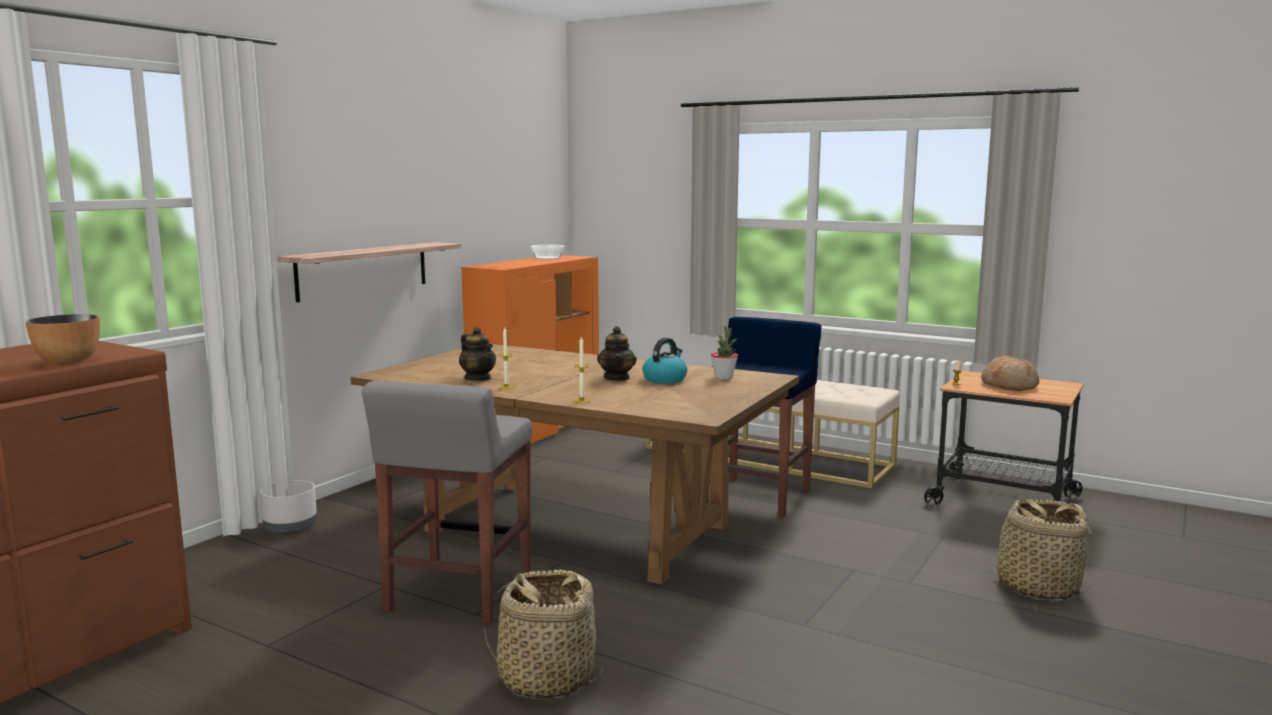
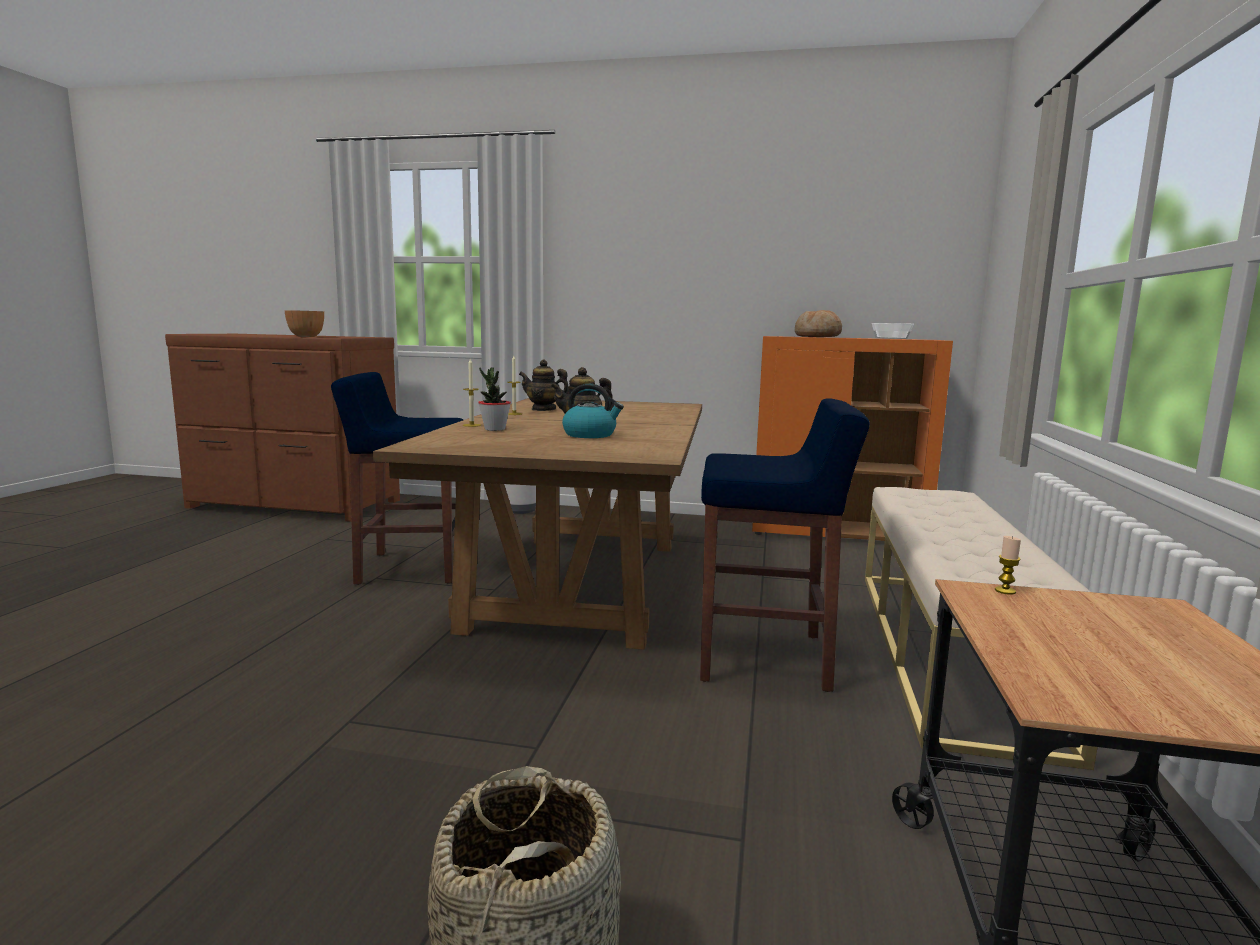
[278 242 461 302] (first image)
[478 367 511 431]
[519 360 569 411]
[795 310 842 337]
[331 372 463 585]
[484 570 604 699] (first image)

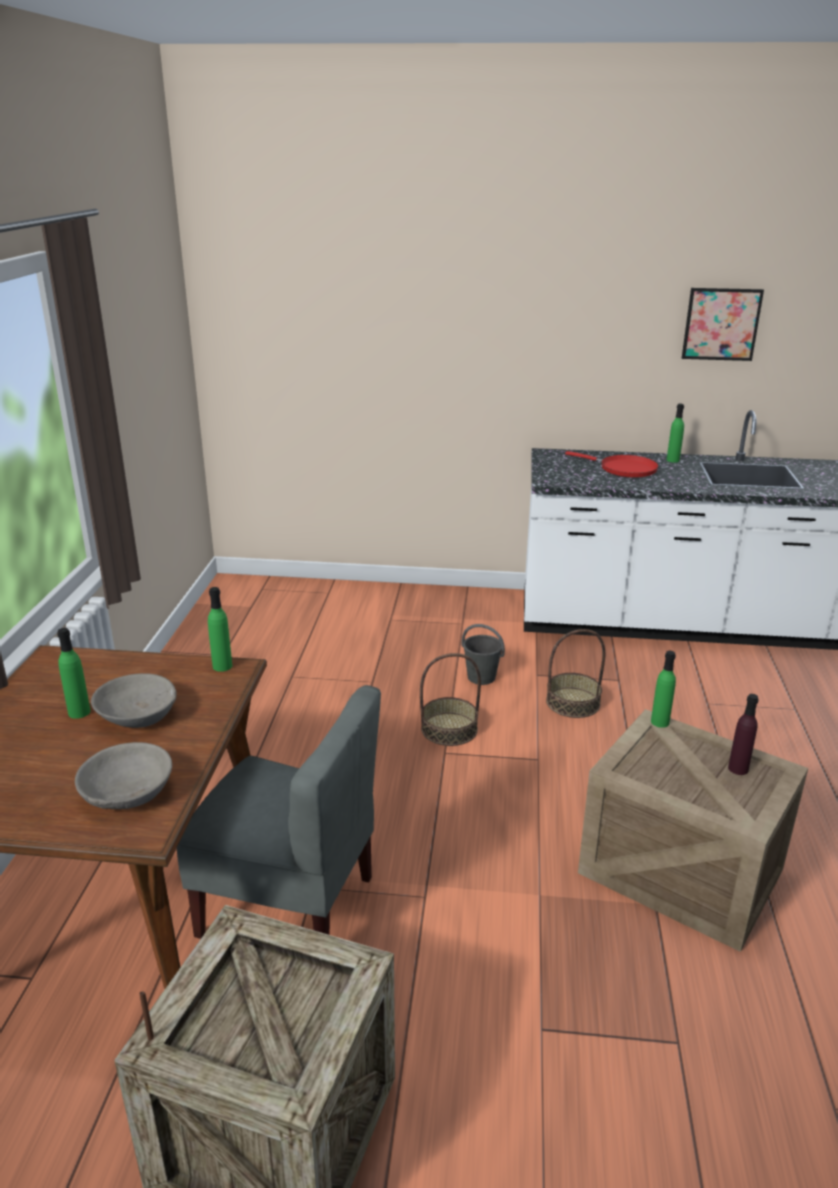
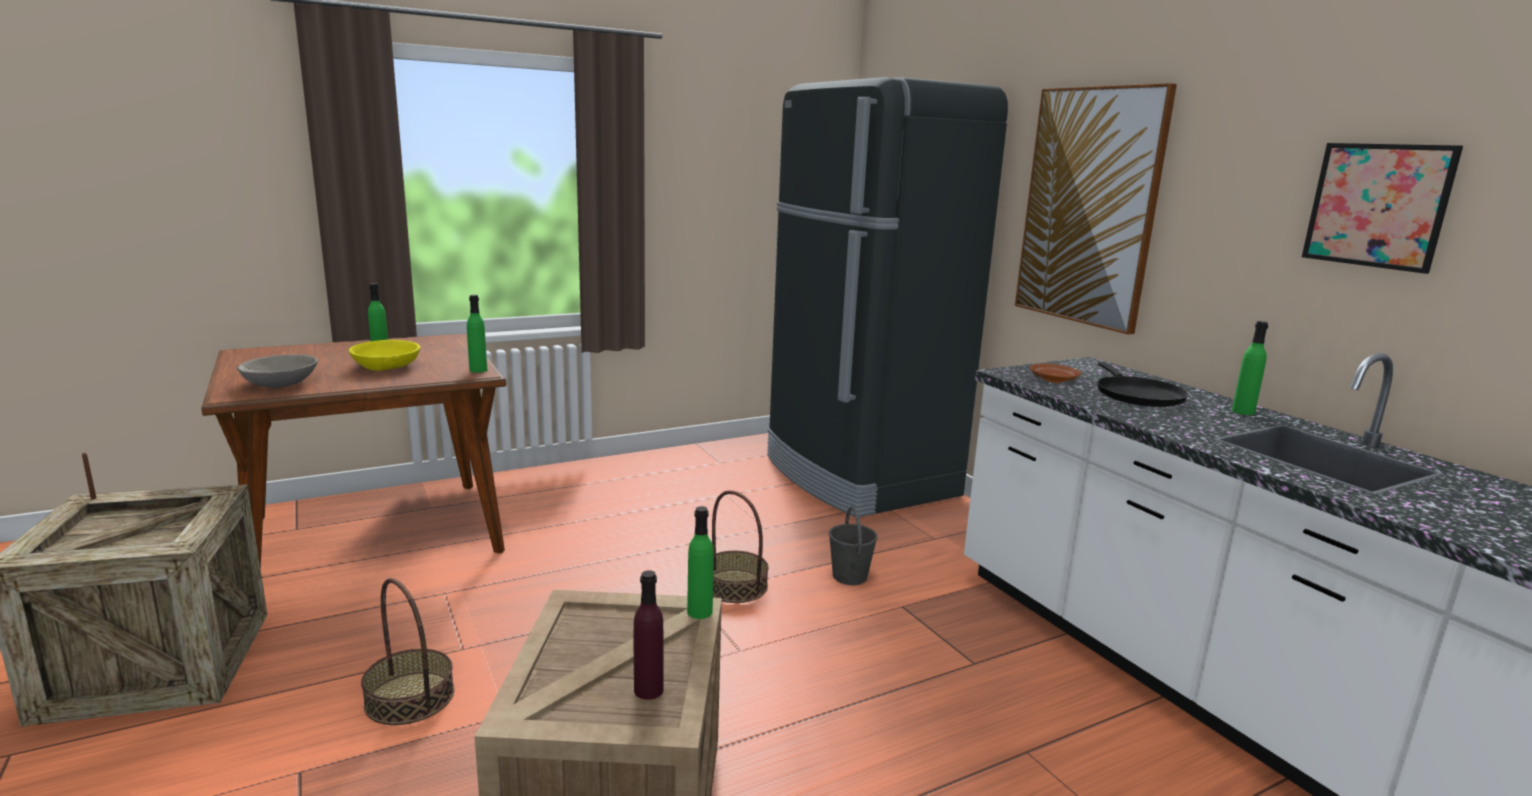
[1097 362 1189 407]
[361 578 454 725]
[349 340 420 371]
[177 685 381 939] (first image)
[767 77 1008 517]
[1015 83 1177 335]
[1029 364 1082 383]

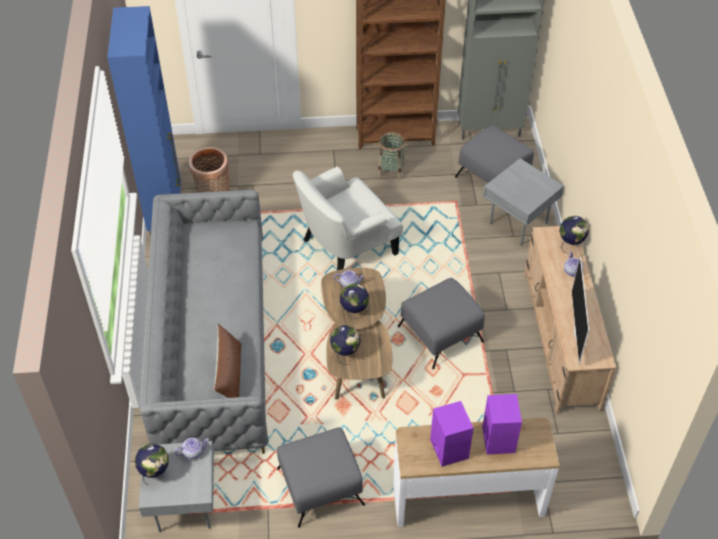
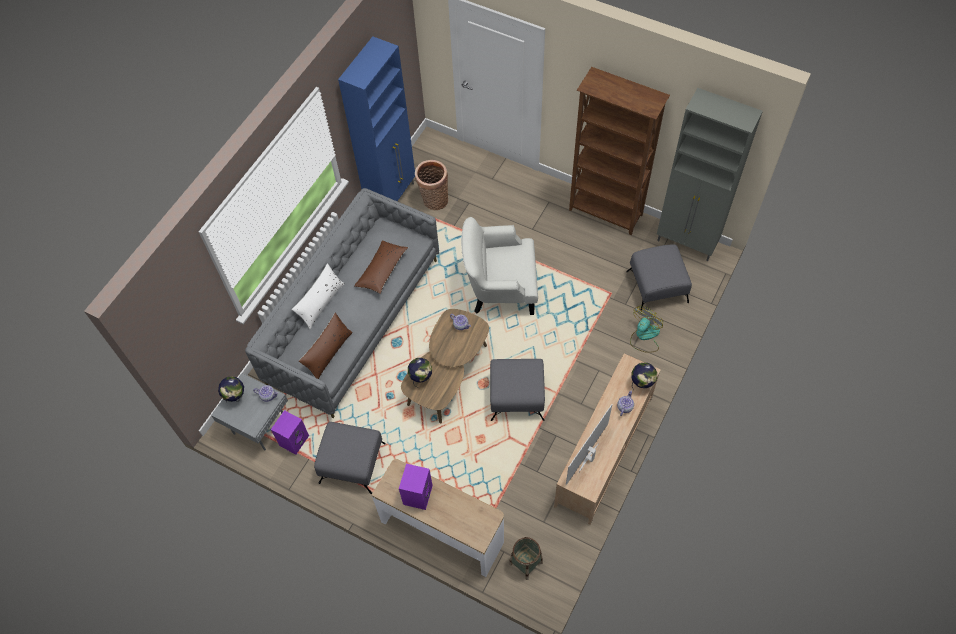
[509 537 543 580]
[630 306 663 353]
[340 284 369 318] (first image)
[271 410 309 455]
[354 241 408 294]
[292 263 344 329]

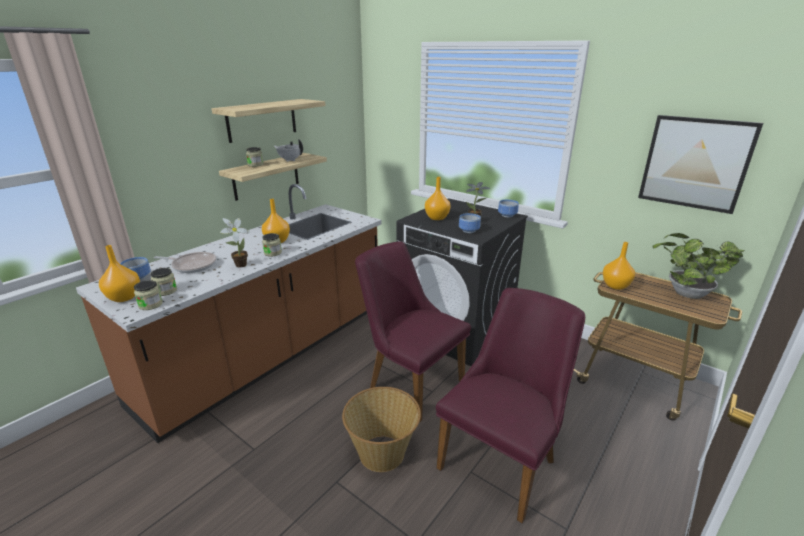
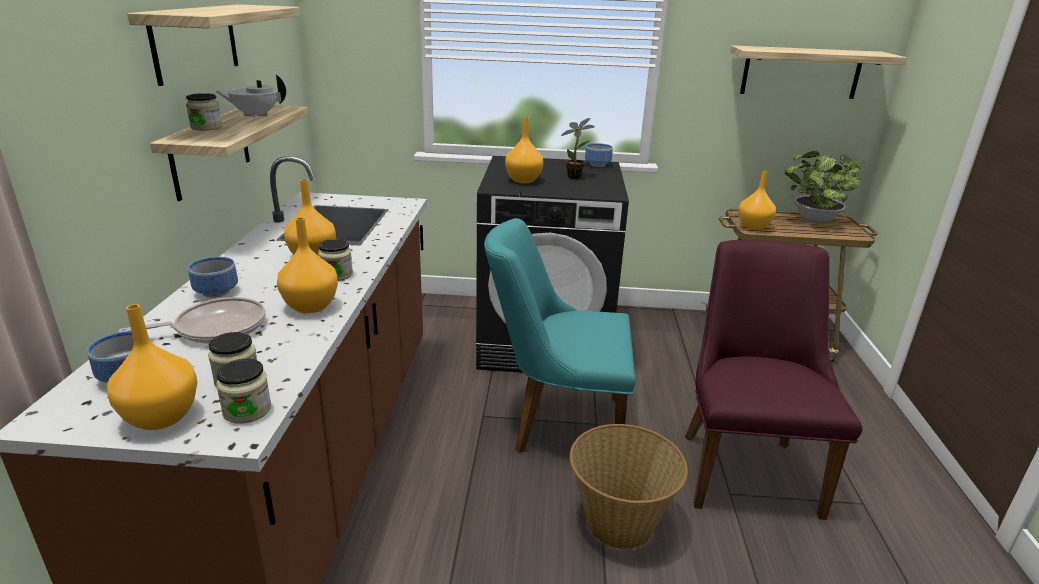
[730 45 907 99]
[188 257 238 298]
[277 217 338 313]
[484 218 636 453]

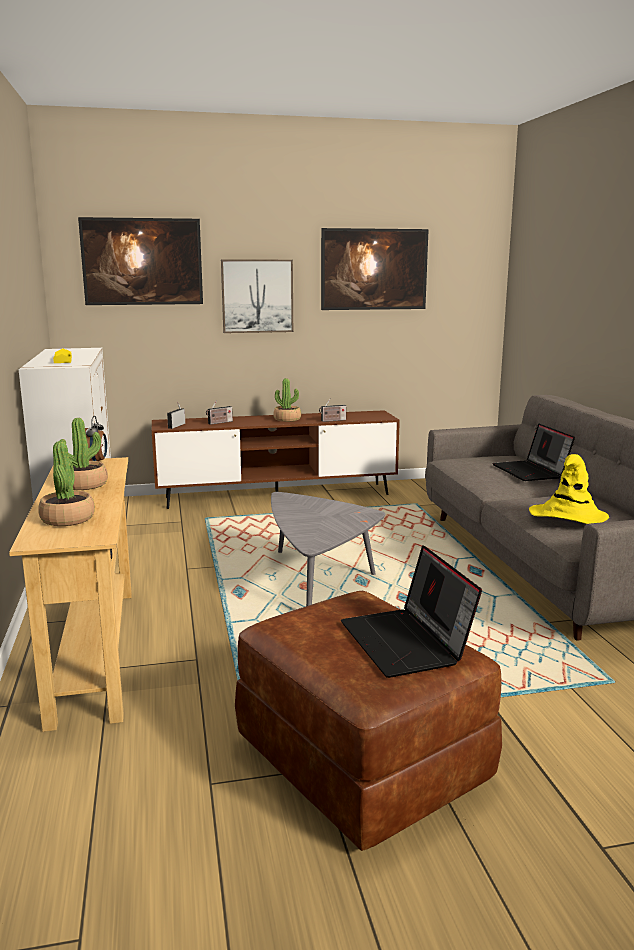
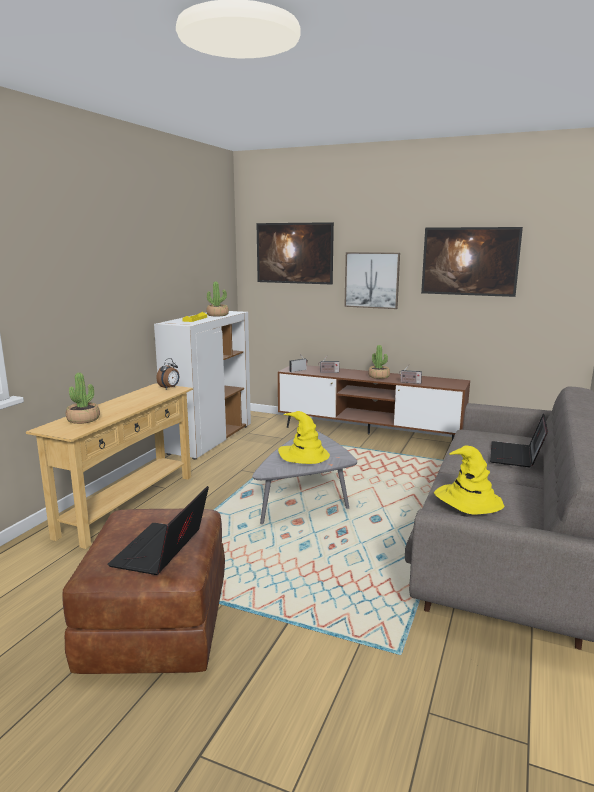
[206 282 229 316]
[278 411 330 464]

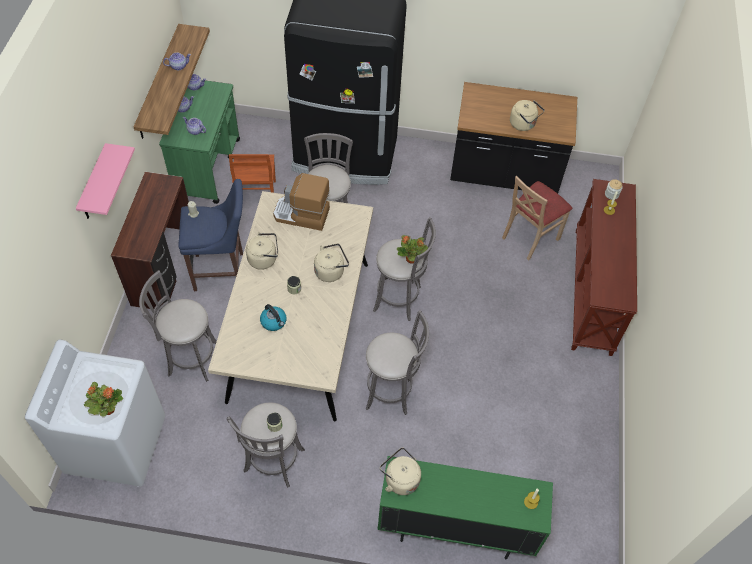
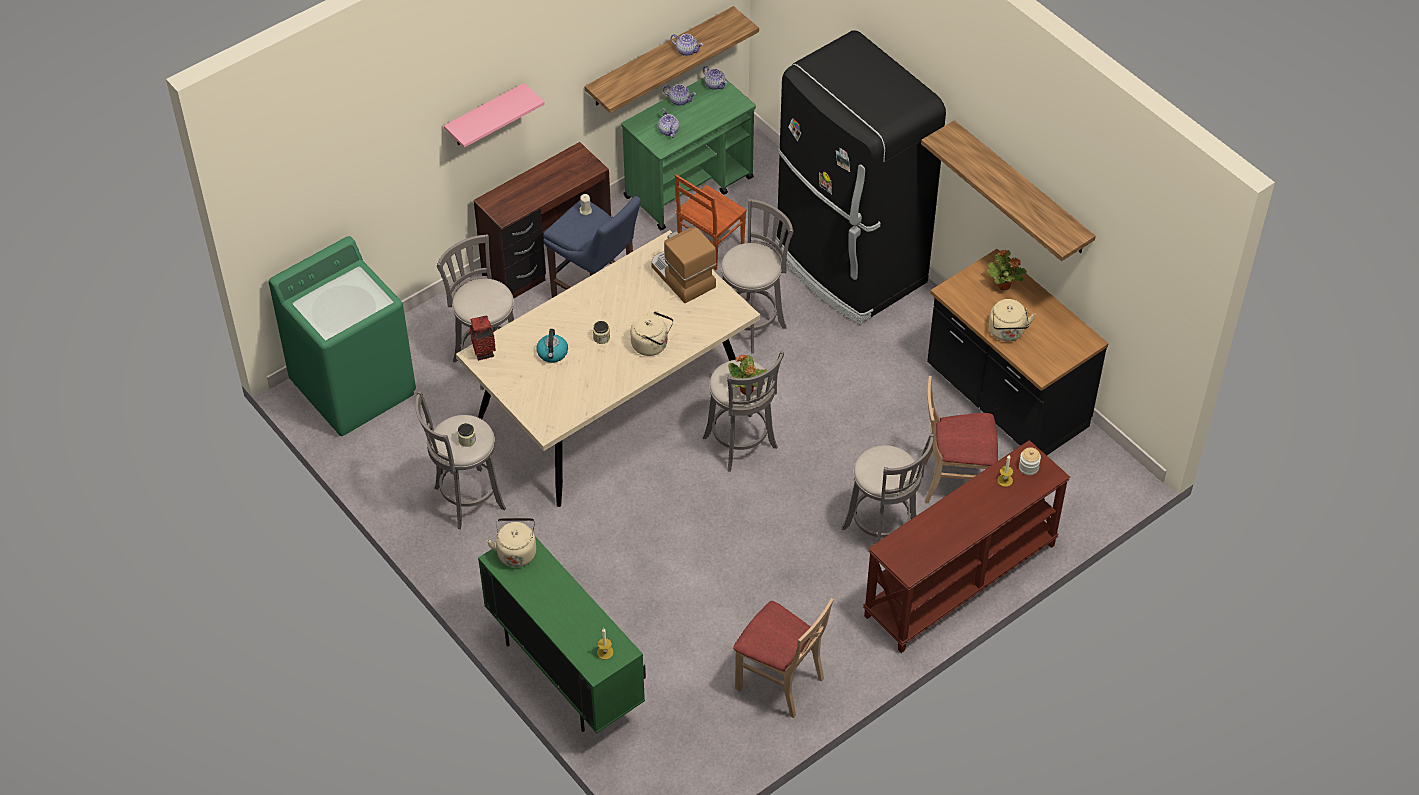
[246 232 278 270] (first image)
[842 434 934 542]
[269 236 416 436]
[987 250 1027 290]
[921 120 1096 261]
[470 315 496 360]
[733 598 834 718]

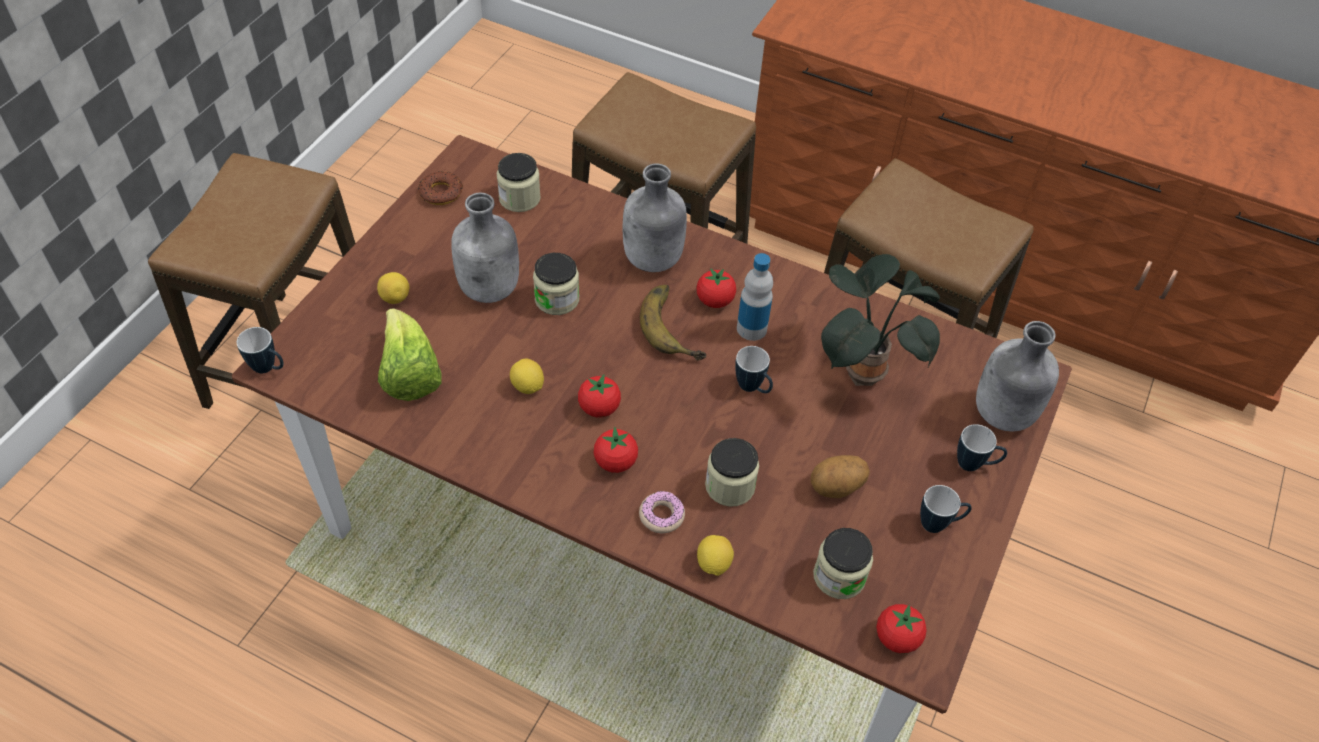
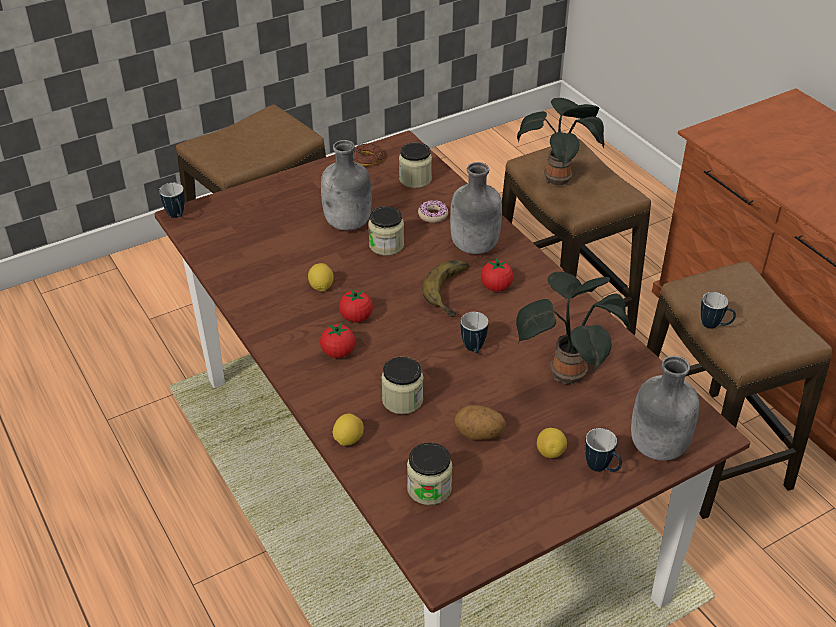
[737 253 773 341] (first image)
[537 428 567 458]
[378 308 442 401] (first image)
[701 292 736 329]
[418 200 448 223]
[876 604 927 653] (first image)
[517 98 604 186]

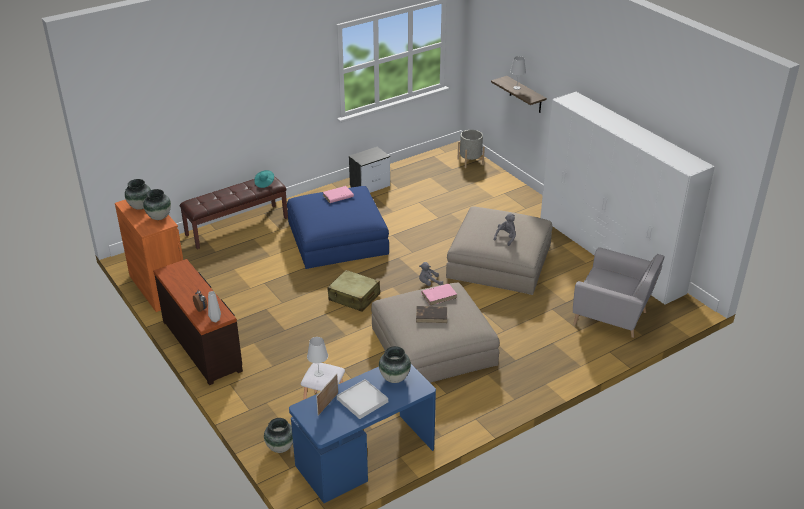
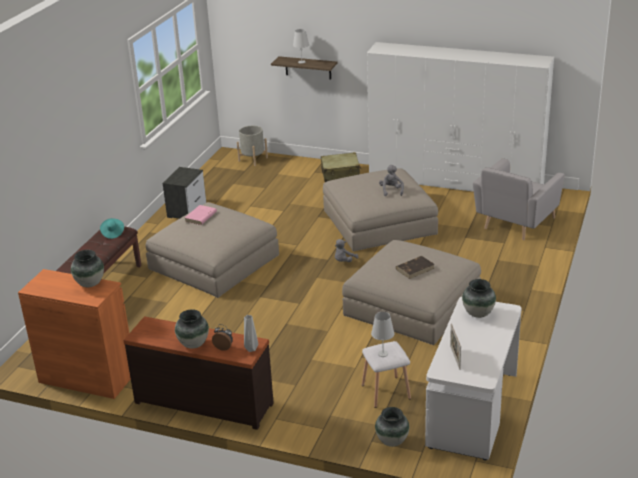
[175 309 209 349]
[146 202 279 298]
[473 158 565 240]
[321 152 361 182]
[421 284 457 305] (first image)
[425 297 522 461]
[337 379 388 419] (first image)

